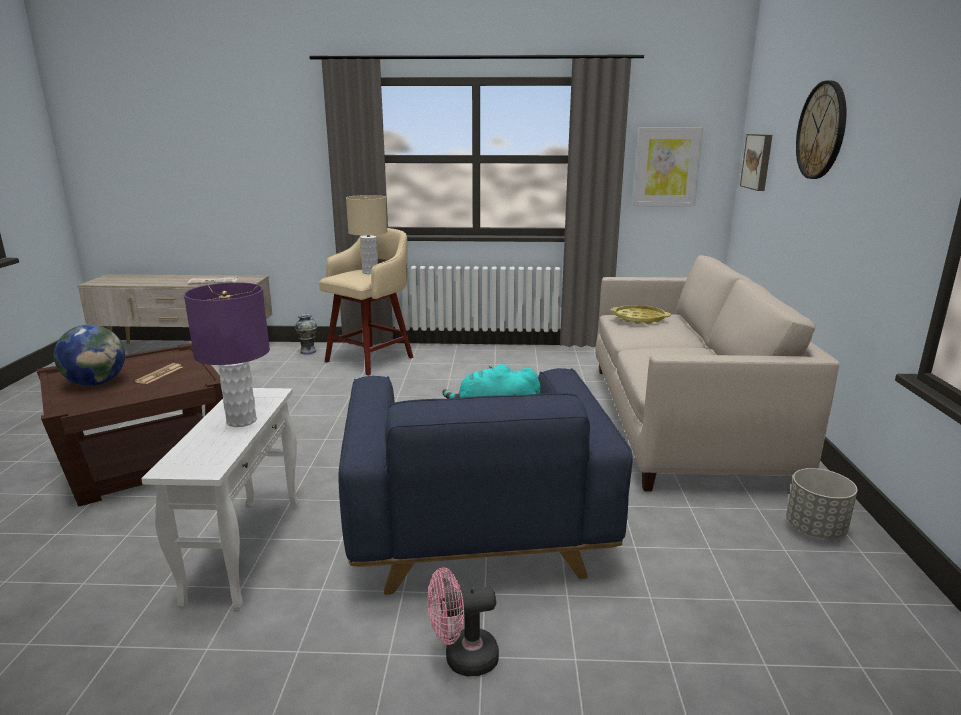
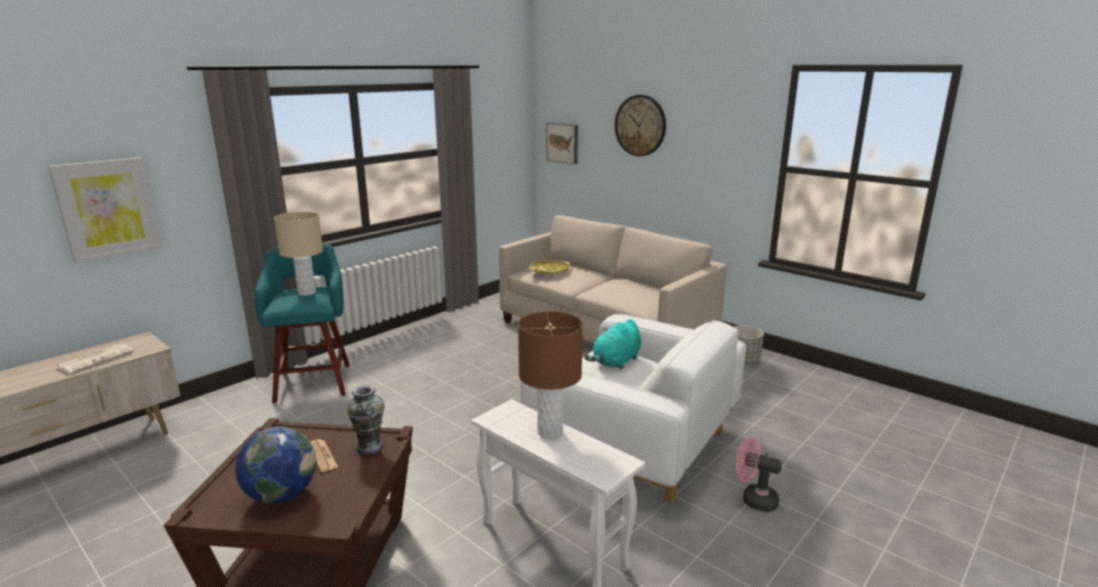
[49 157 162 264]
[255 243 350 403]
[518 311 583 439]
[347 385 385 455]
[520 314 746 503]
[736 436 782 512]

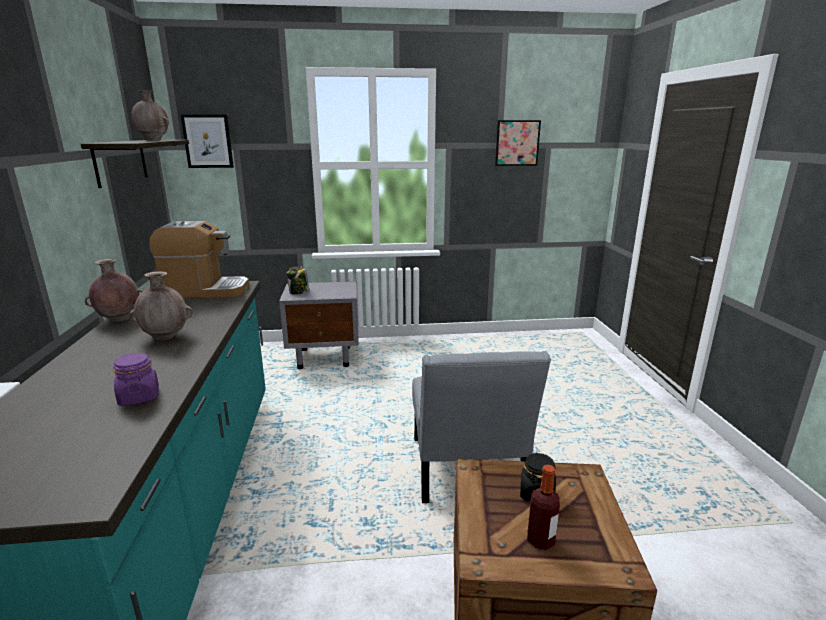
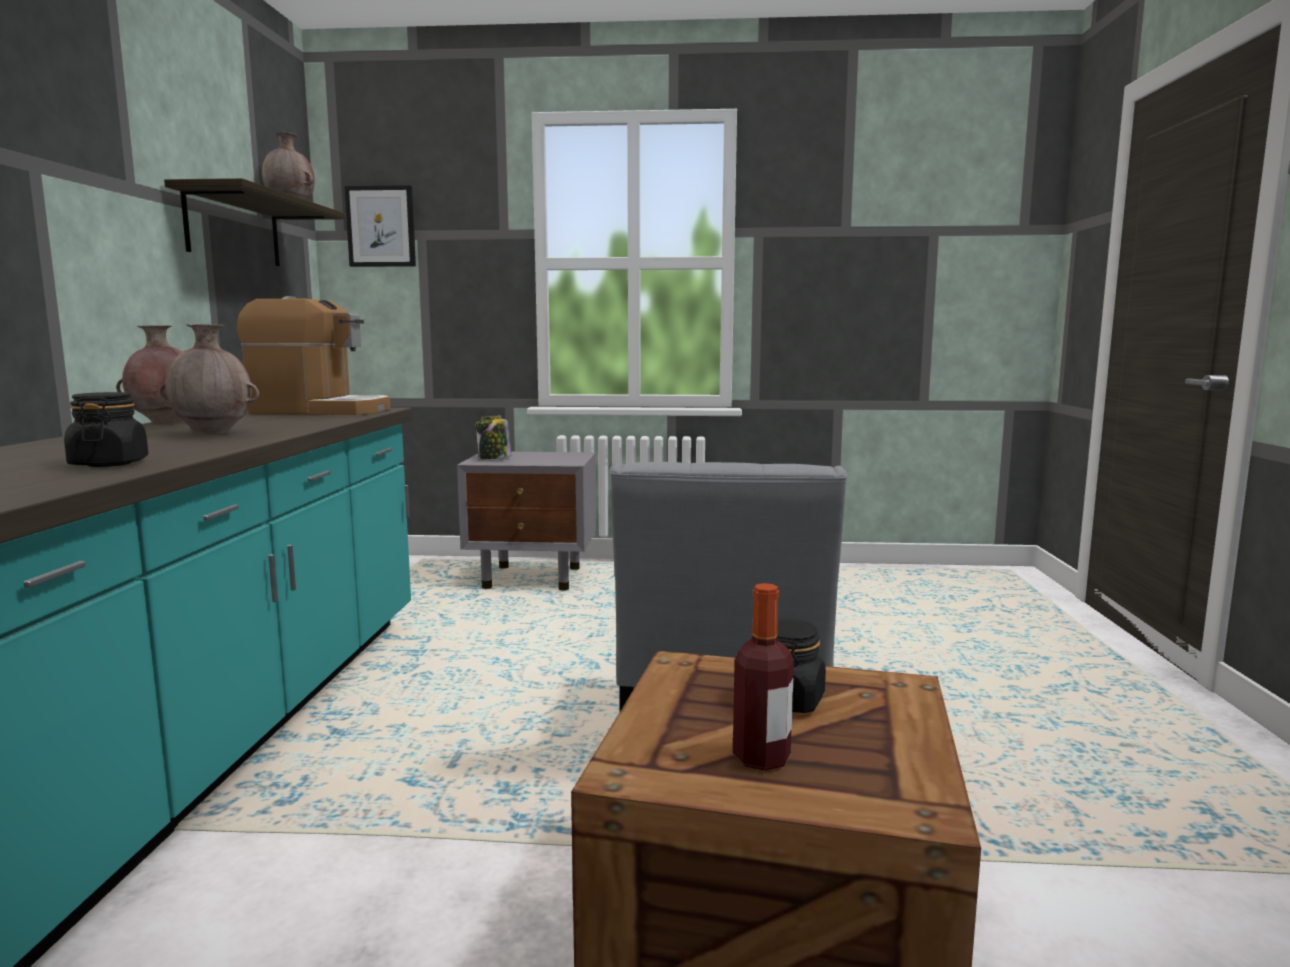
[495 120 541 166] (first image)
[64 392 148 467]

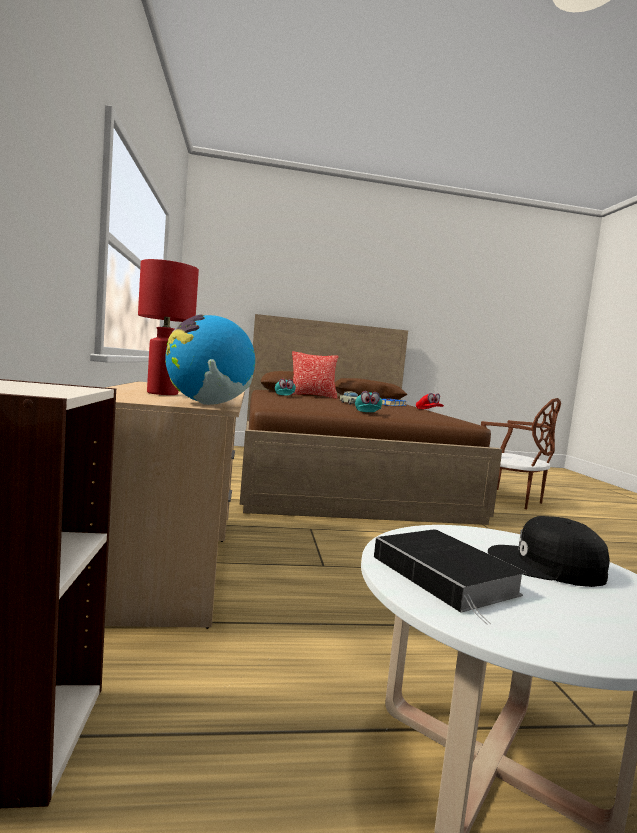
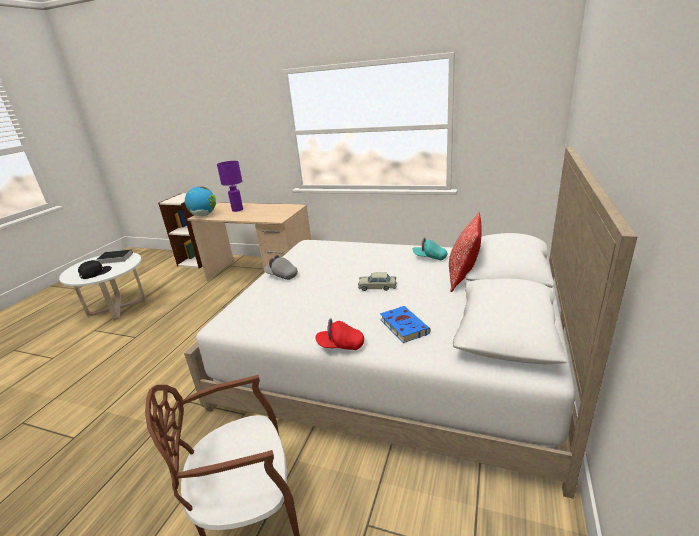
[217 161 243 212]
[184 147 637 499]
[264 255 298 280]

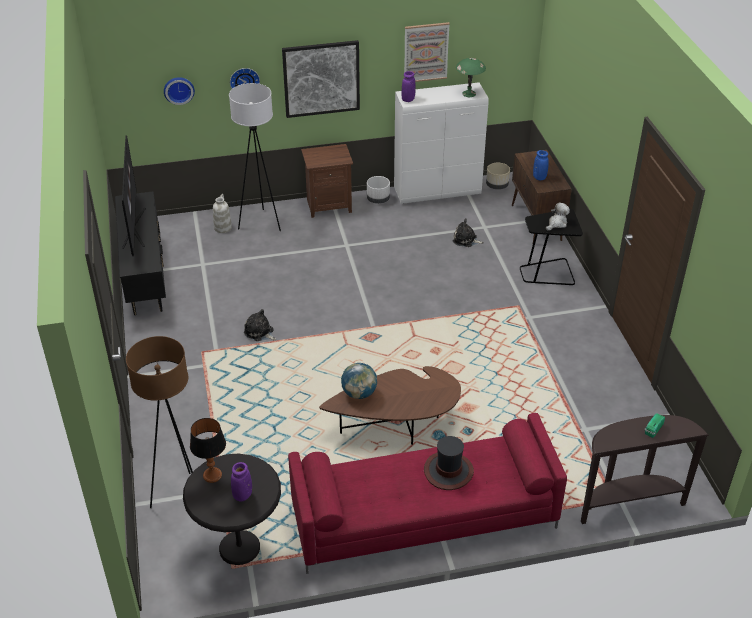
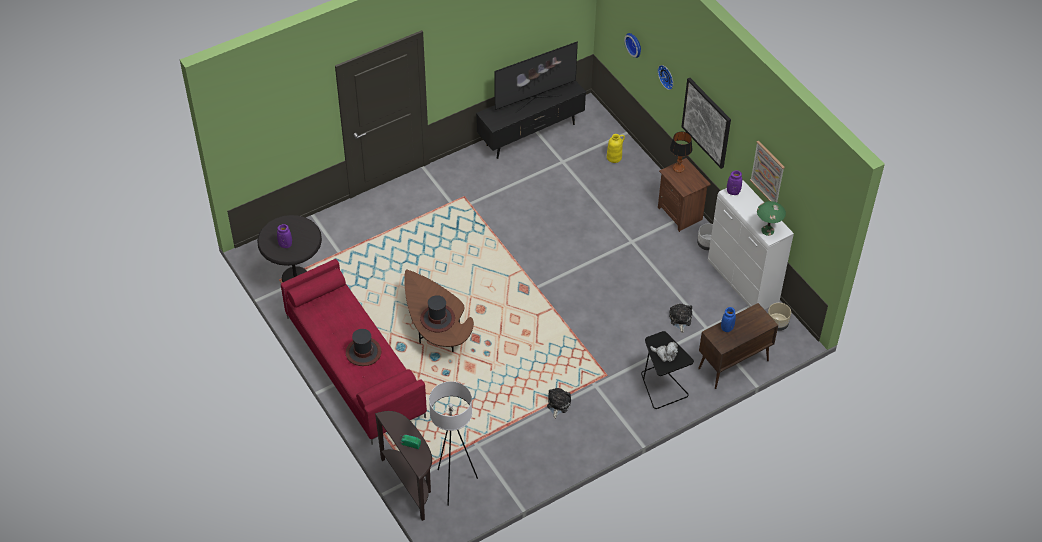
[429 381 478 506]
[607 134 625 163]
[547 388 571 419]
[126 336 193 508] (first image)
[341 363 377 399] (first image)
[670 132 692 173]
[420 295 455 332]

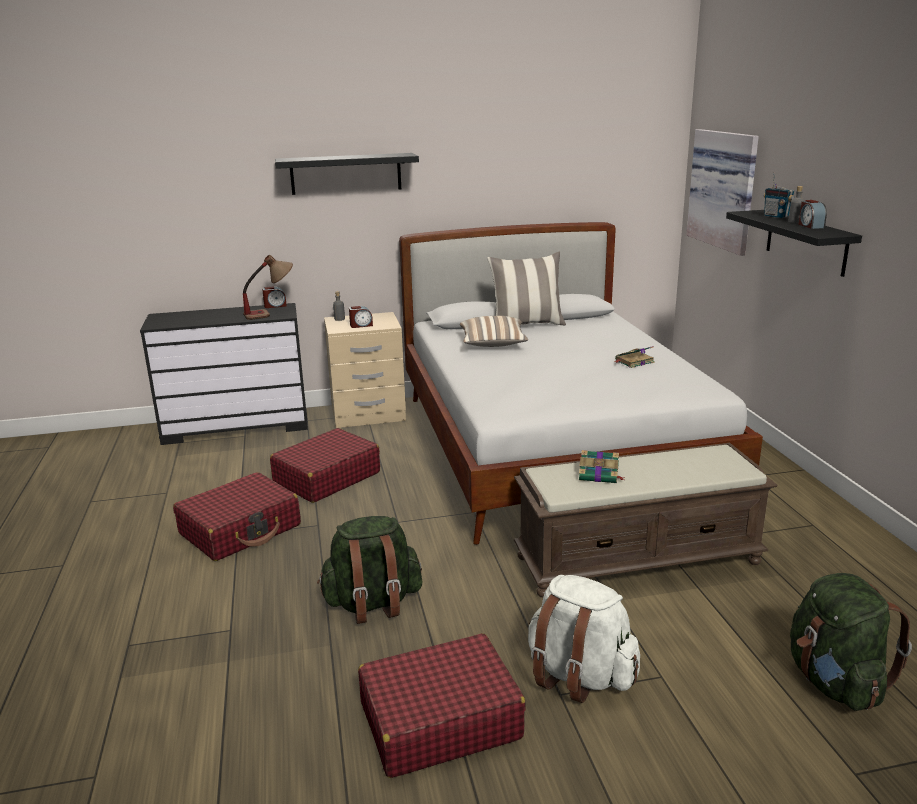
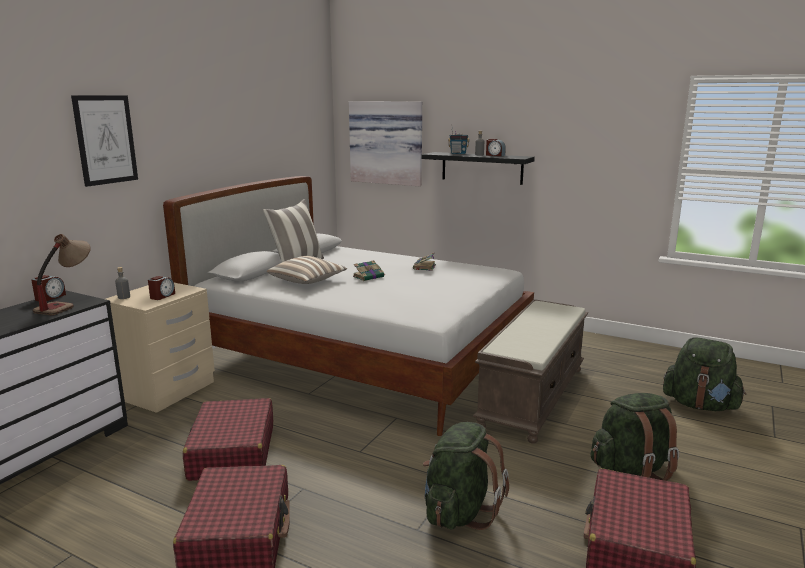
[71 95 138 187]
[353 260 385 281]
[591 393 679 481]

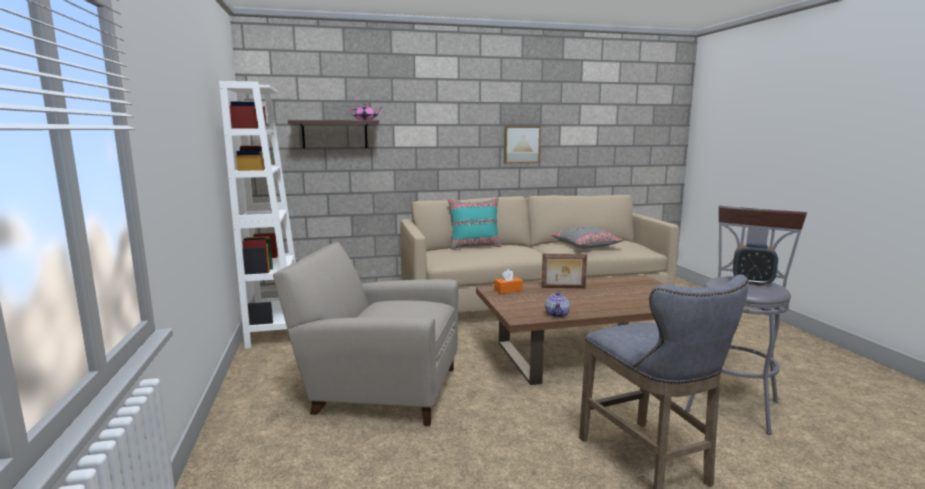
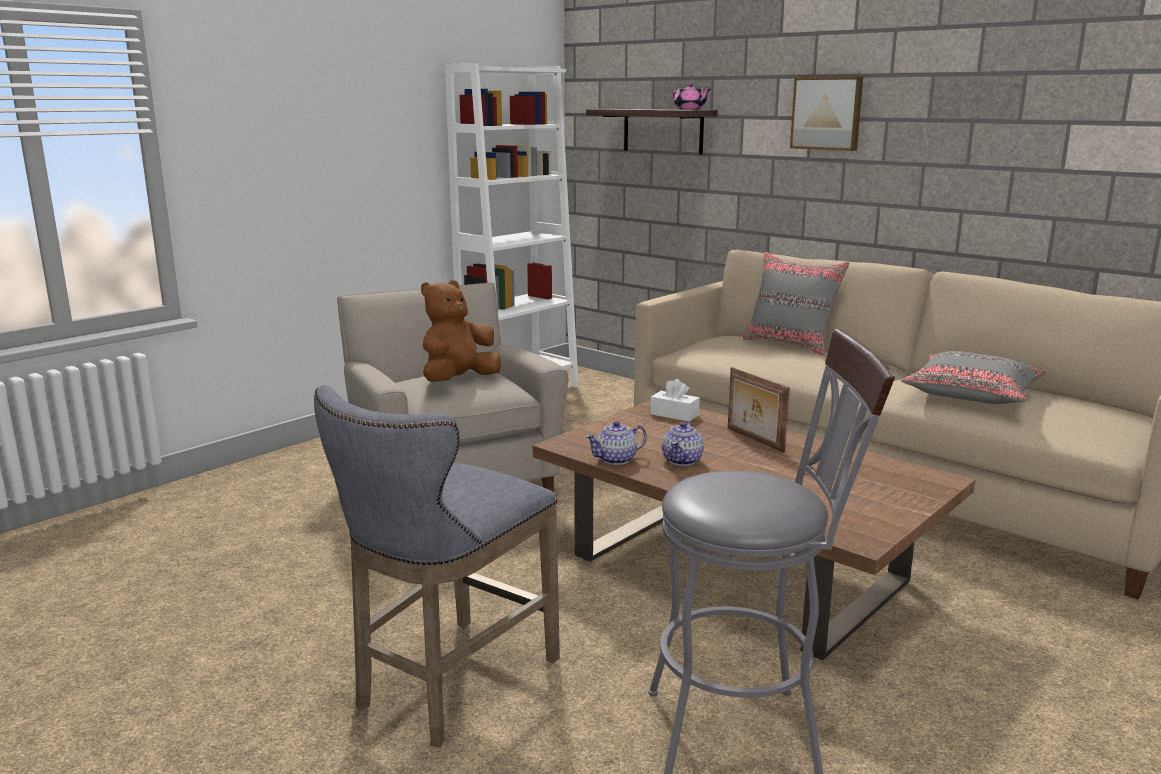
[790 76 863 151]
[743 252 849 356]
[733 243 778 286] (first image)
[650 379 700 422]
[421 280 501 382]
[662 422 704 466]

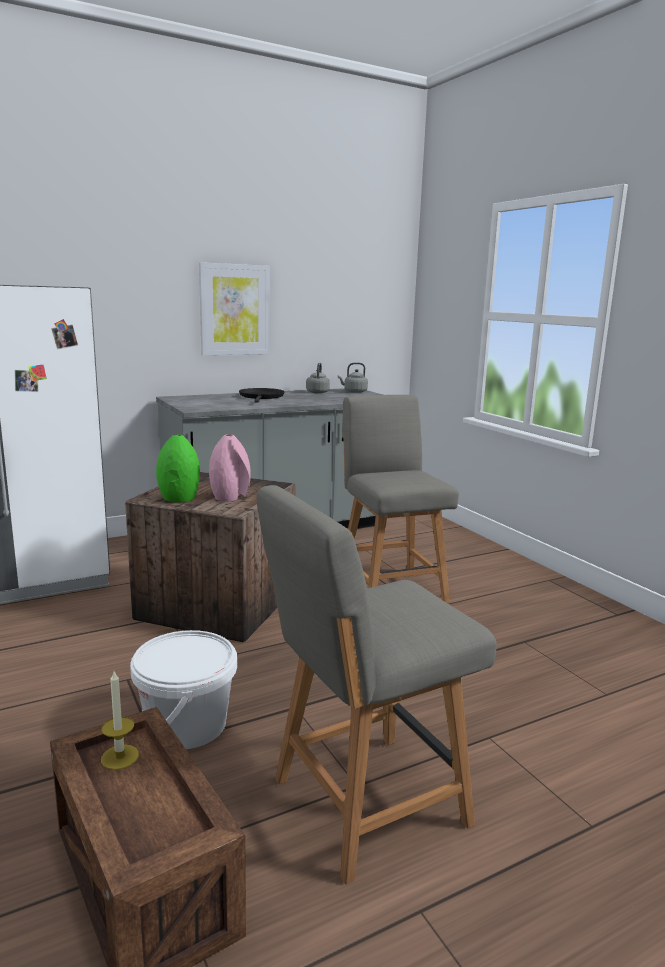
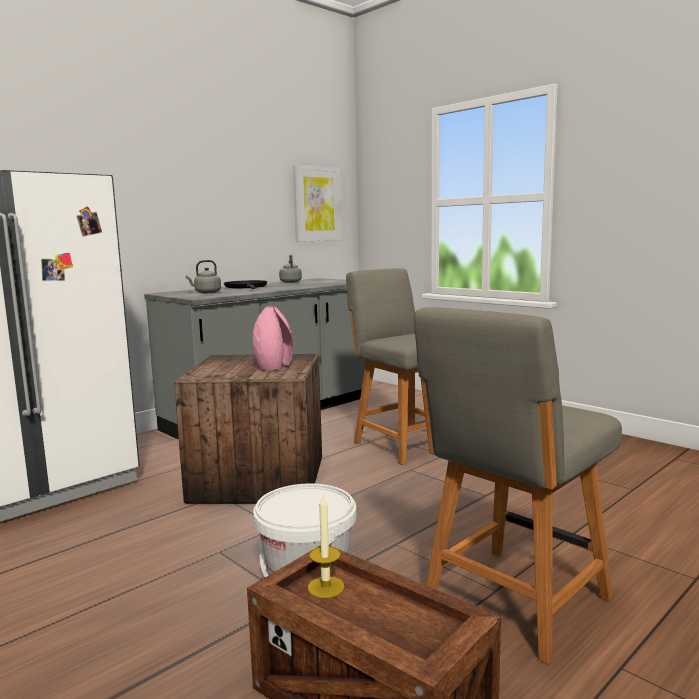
[293 165 342 242]
[186 260 221 293]
[156 434 200 502] (first image)

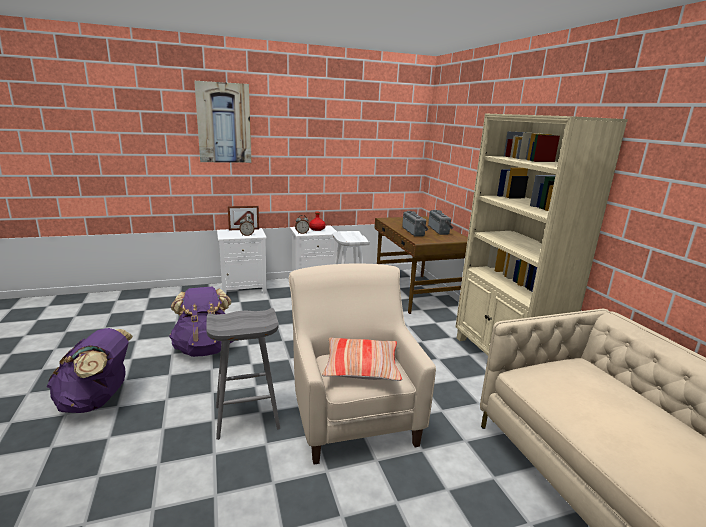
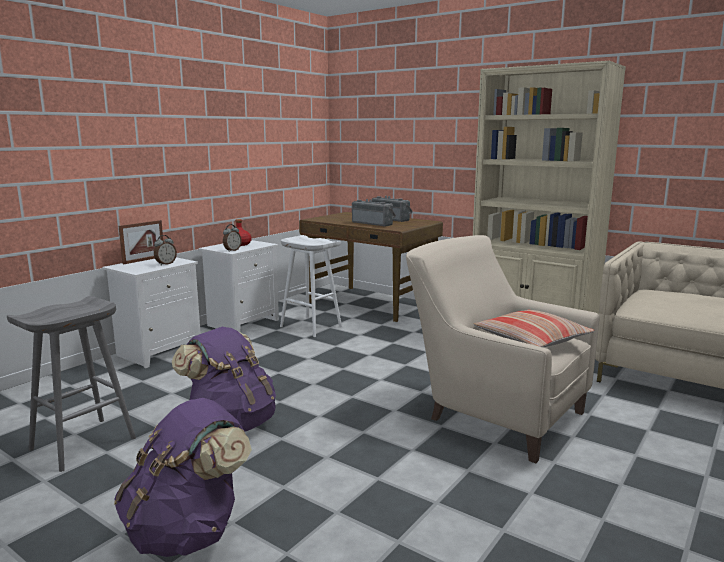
[194 81 252 163] (first image)
[7 296 136 472]

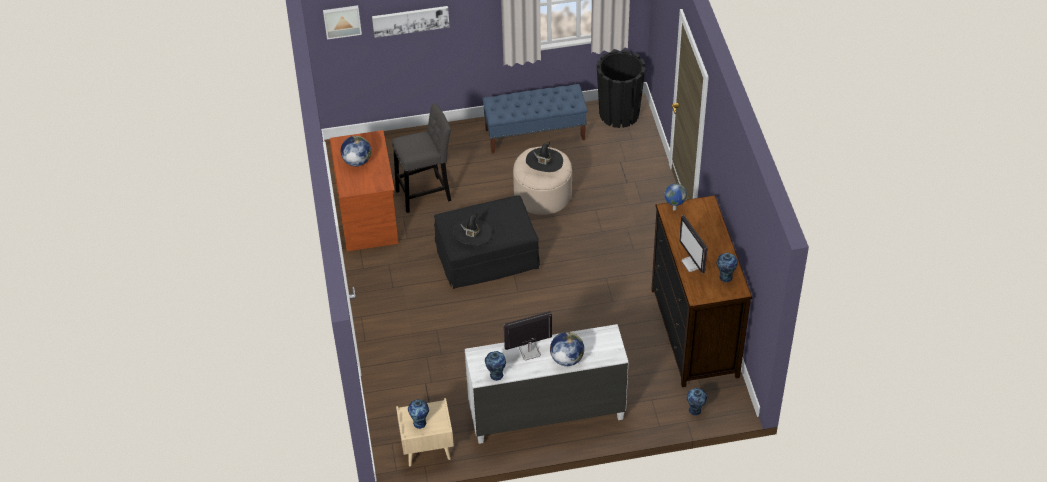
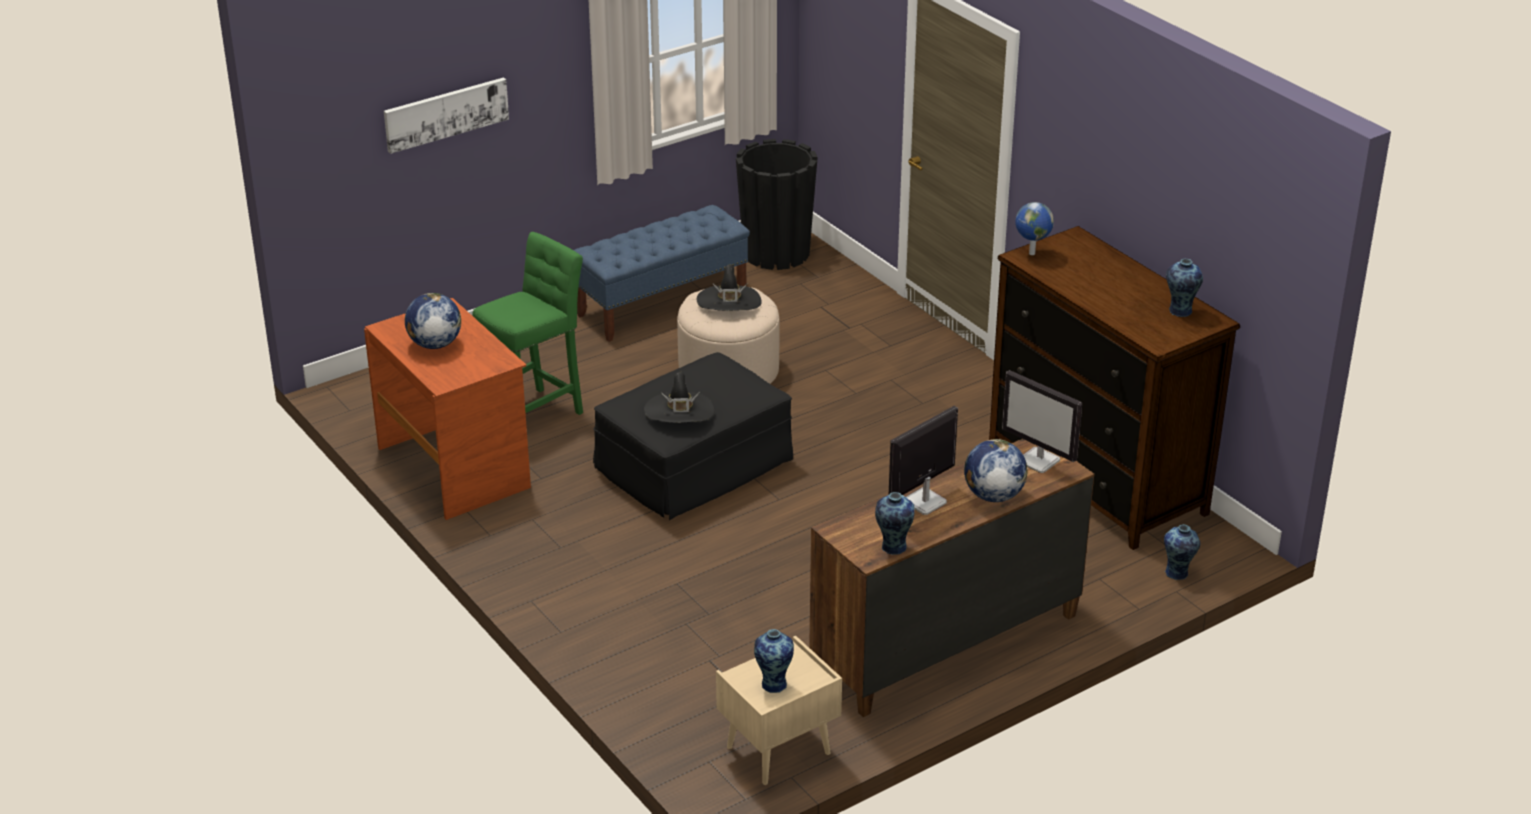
[323 5 362 40] (first image)
[472 232 583 415]
[1002 370 1082 473]
[809 439 1094 717]

